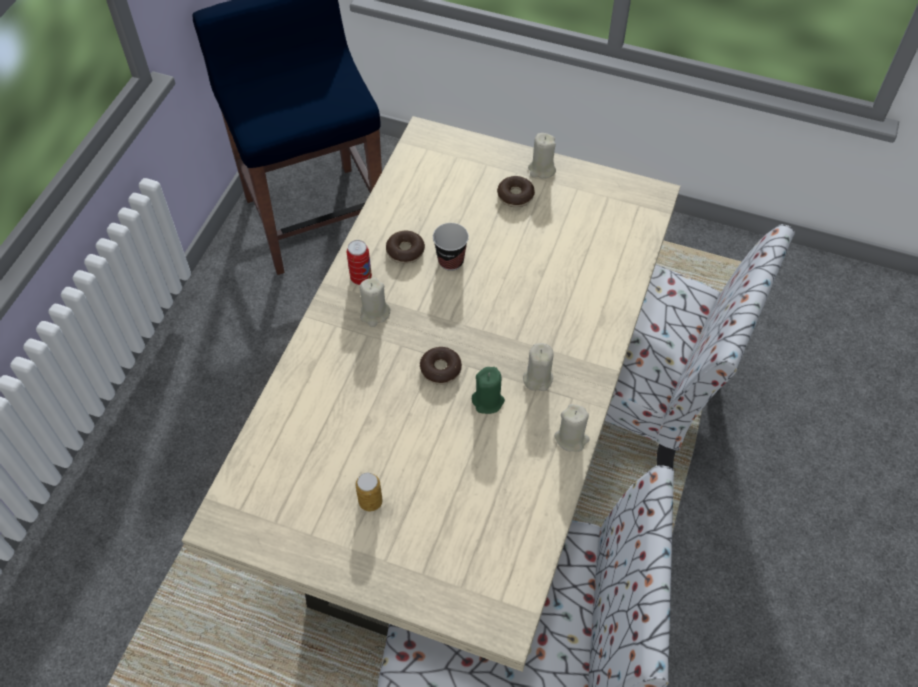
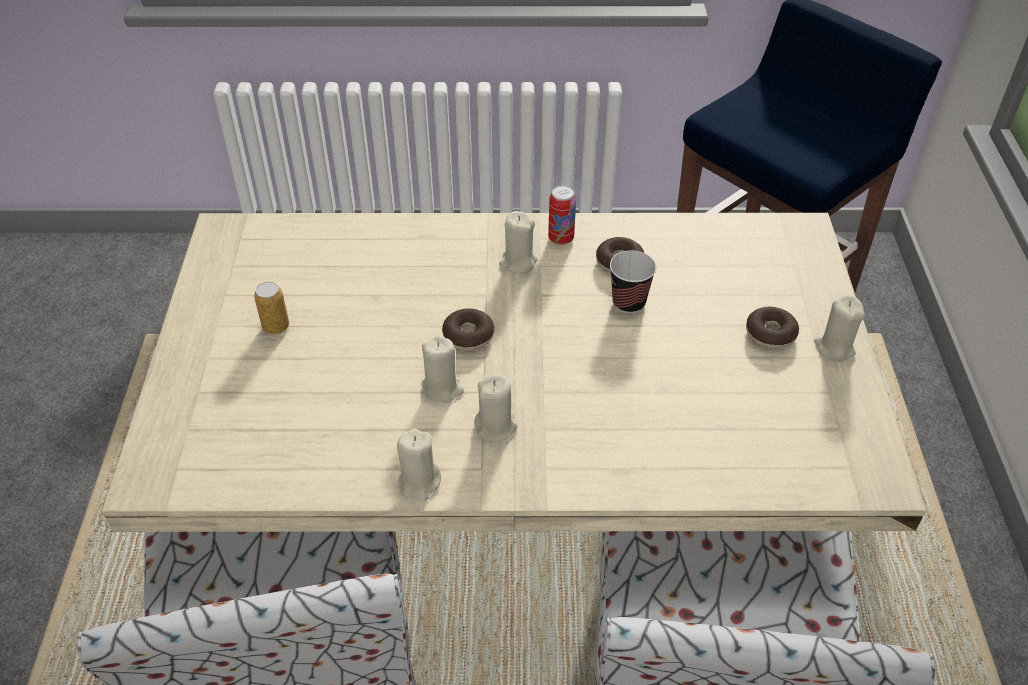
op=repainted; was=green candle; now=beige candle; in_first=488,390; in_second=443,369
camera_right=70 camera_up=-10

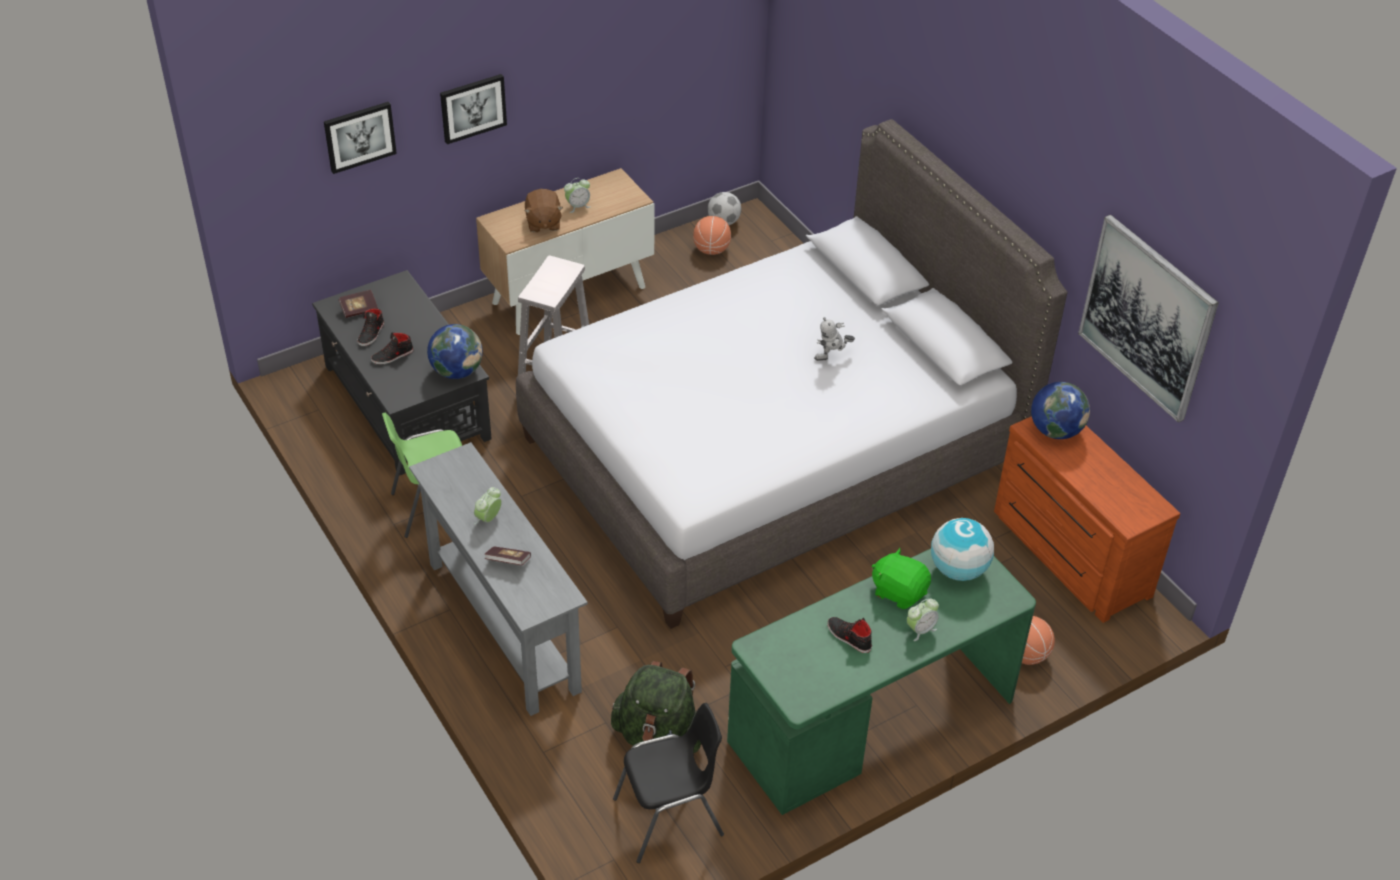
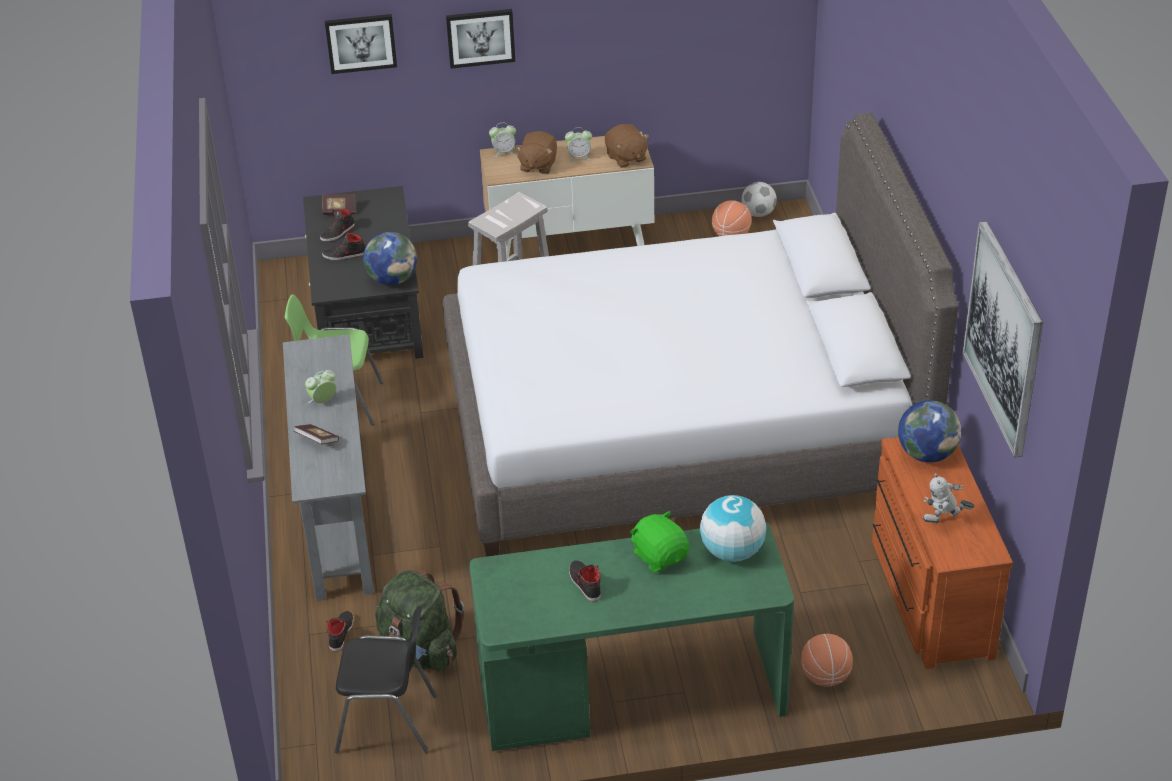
op=new; now=black shoe; in_second=340,631
op=new; now=brown plush toy; in_second=627,146
op=shifted; was=toy robot; in_first=834,339; in_second=948,498
op=shifted; was=alarm clock; in_first=923,620; in_second=502,140
camera_right=25 camera_up=-5

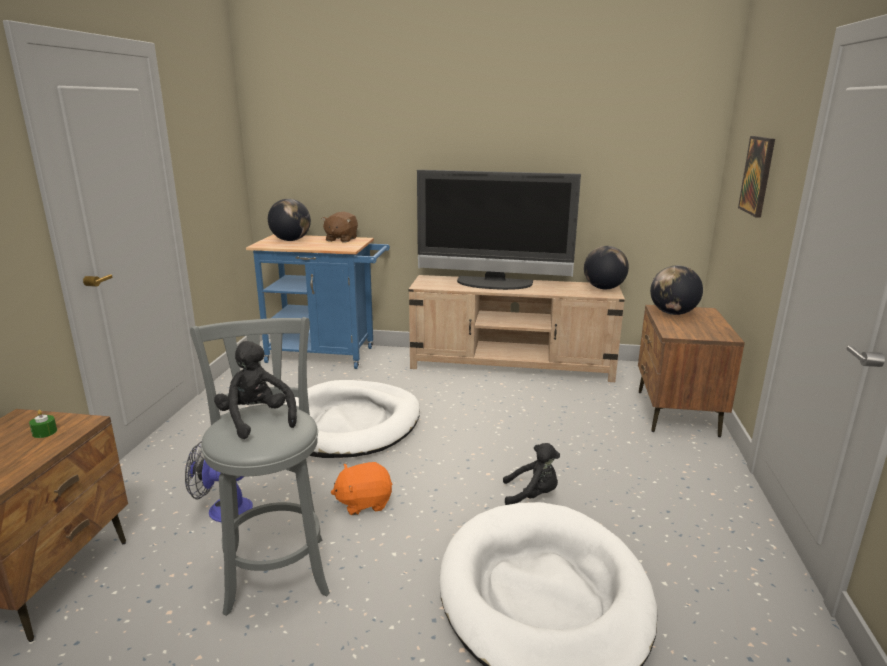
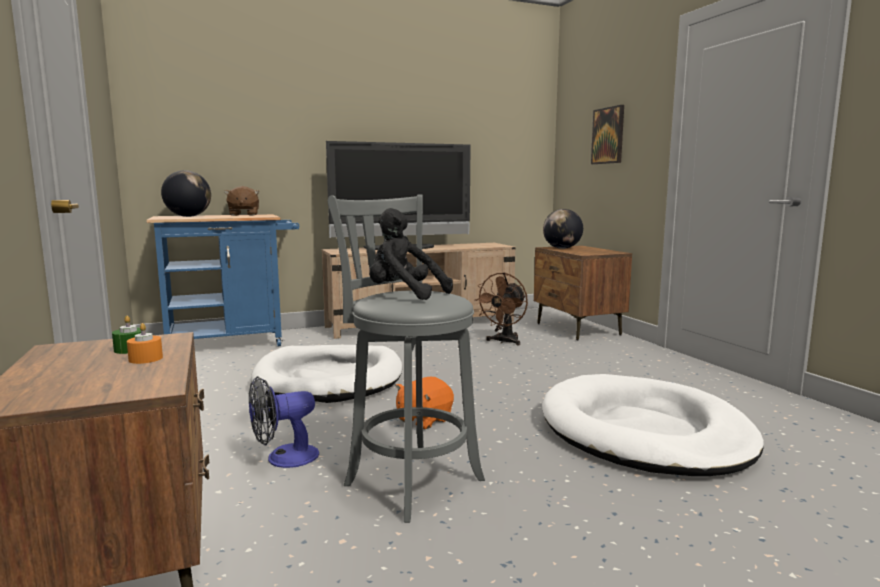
op=gone; was=black plush toy; in_first=531,474
op=gone; was=globe; in_first=606,267
op=new; now=orange candle; in_second=145,343
op=new; now=brown fan; in_second=501,309
camera_right=-30 camera_up=-10

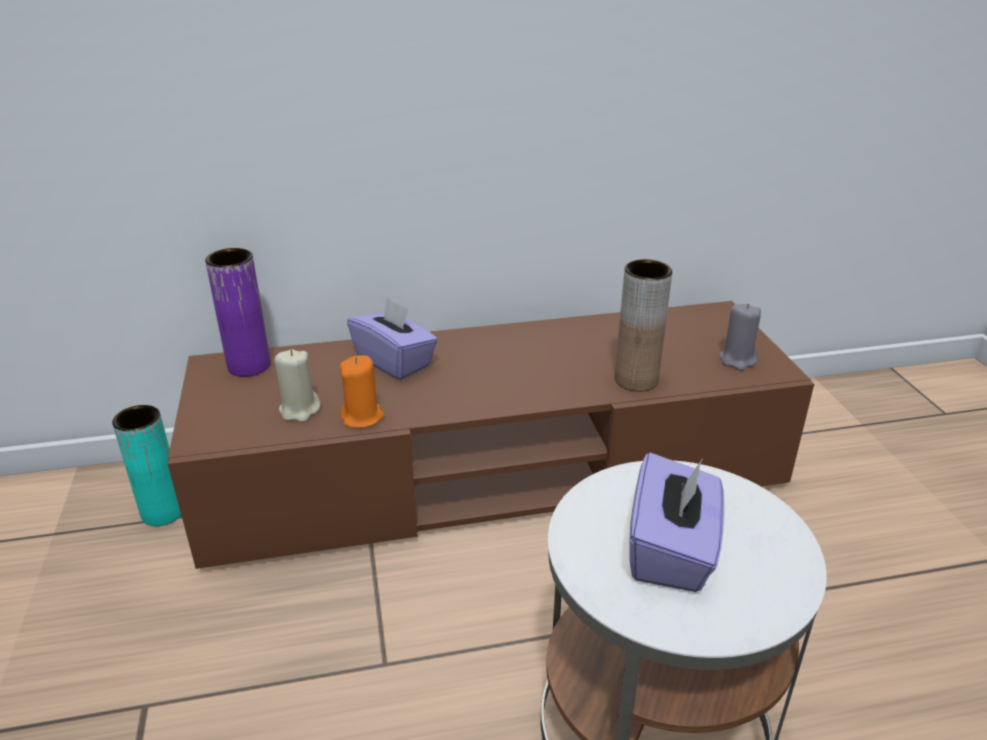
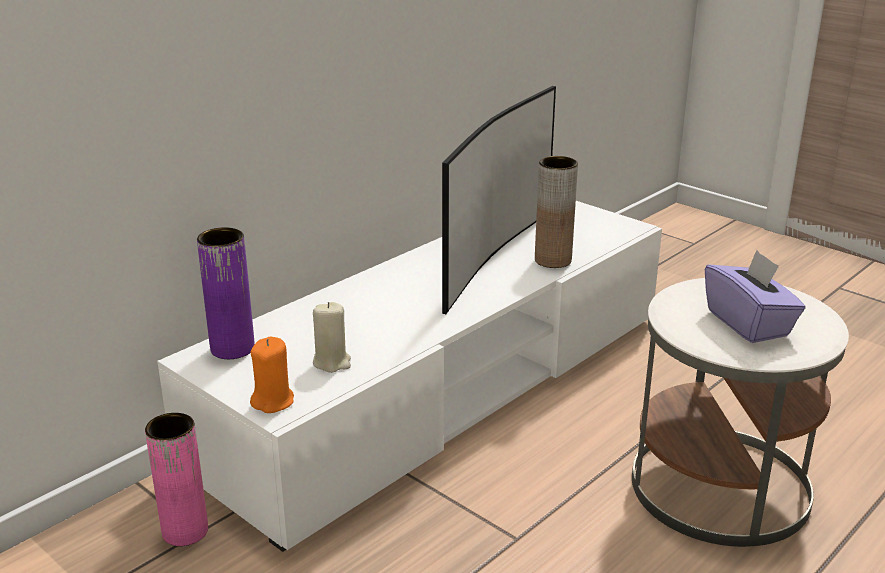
op=gone; was=purple tissue box; in_first=392,338
op=gone; was=grey candle; in_first=740,336
op=new; now=television; in_second=499,200
op=shifted; was=orange candle; in_first=362,391; in_second=272,375
op=repainted; was=turquoise vase; now=pink vase; in_first=146,465; in_second=176,479
op=repainted; was=brown tv stand; now=white tv stand; in_first=491,435; in_second=409,376
camera_right=-35 camera_up=-5

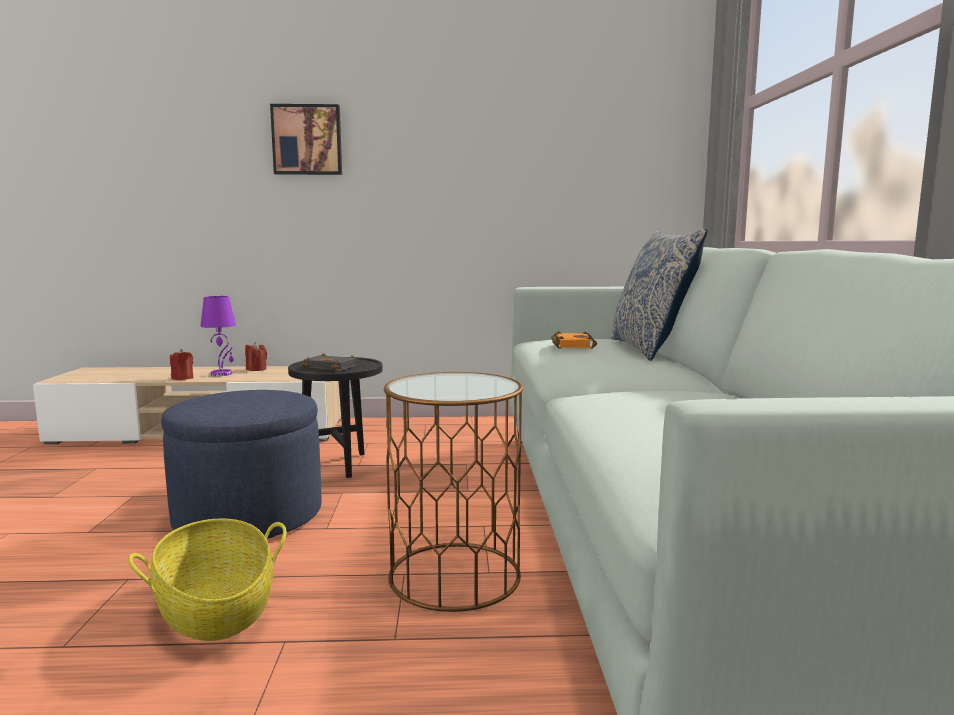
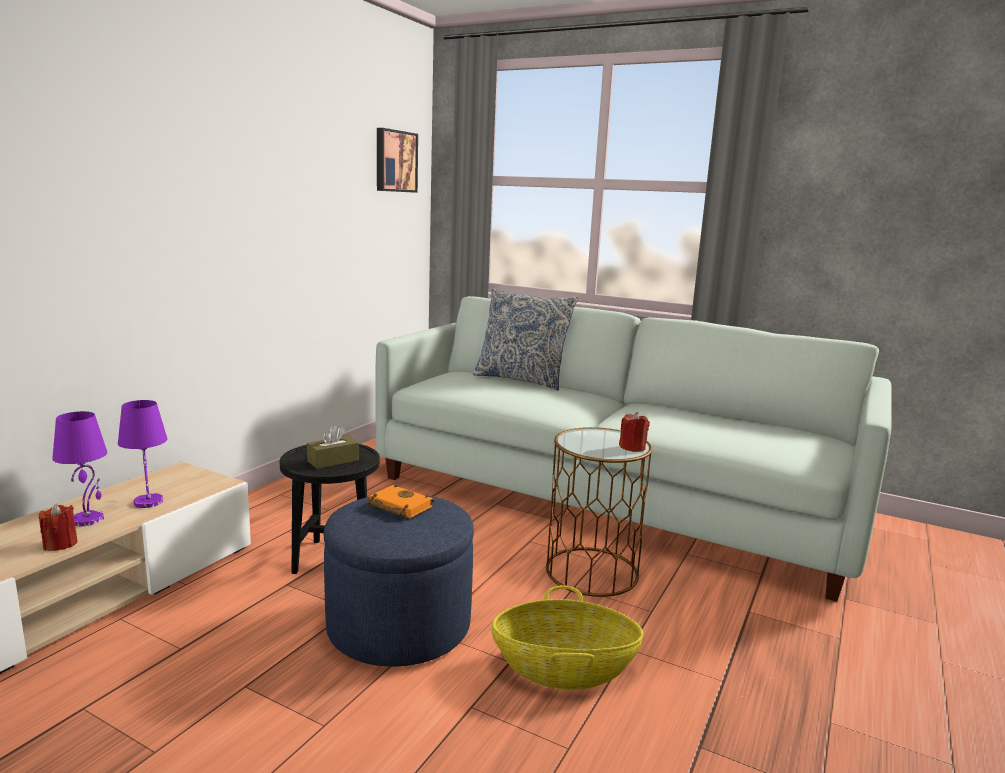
op=new; now=purple table lamp; in_second=142,454
op=shifted; was=red candle; in_first=256,356; in_second=634,432
op=shifted; was=picture; in_first=306,139; in_second=397,160
op=shifted; was=orange book; in_first=574,340; in_second=400,501
op=swapped; was=black book; now=brown tissue box; in_first=330,362; in_second=333,447
camera_right=-60 camera_up=5

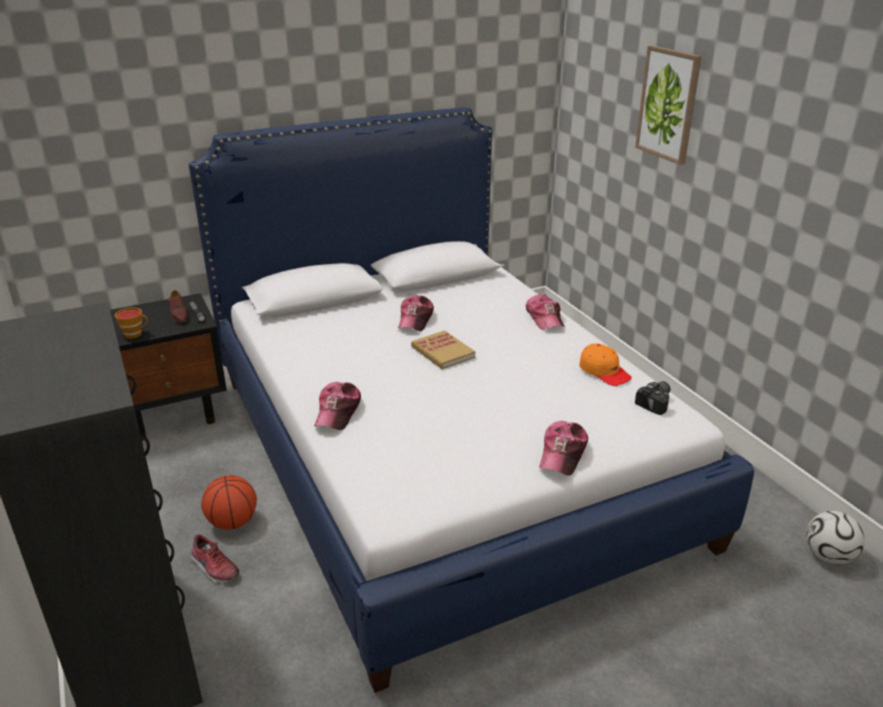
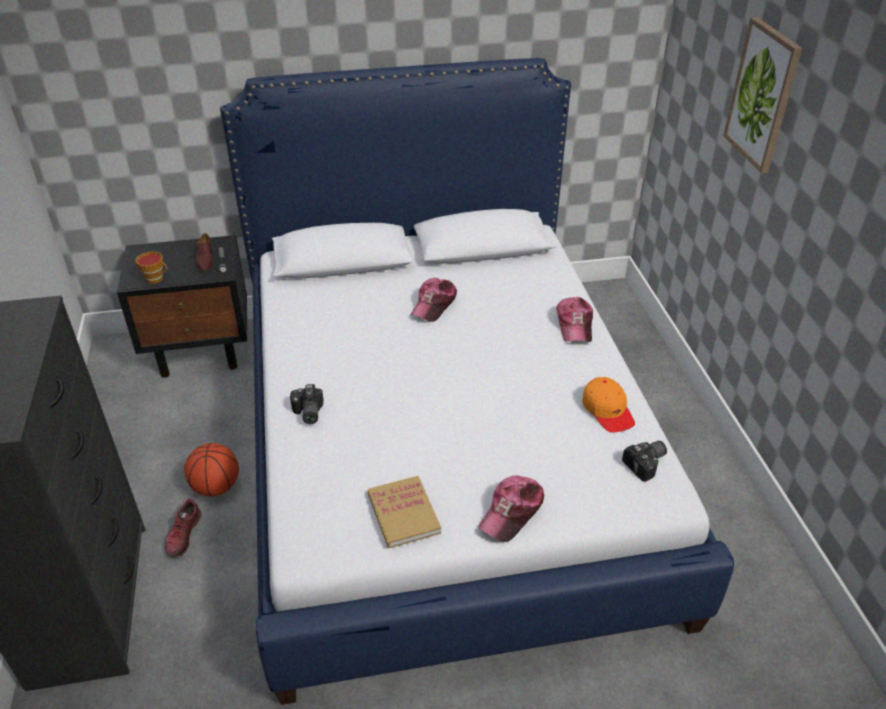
op=gone; was=football; in_first=835,538
op=shifted; was=book; in_first=443,349; in_second=404,512
op=swapped; was=cap; now=photo camera; in_first=337,406; in_second=306,404
op=rotated; was=shoe; in_first=214,559; in_second=183,527; clockwise=45
camera_right=15 camera_up=10

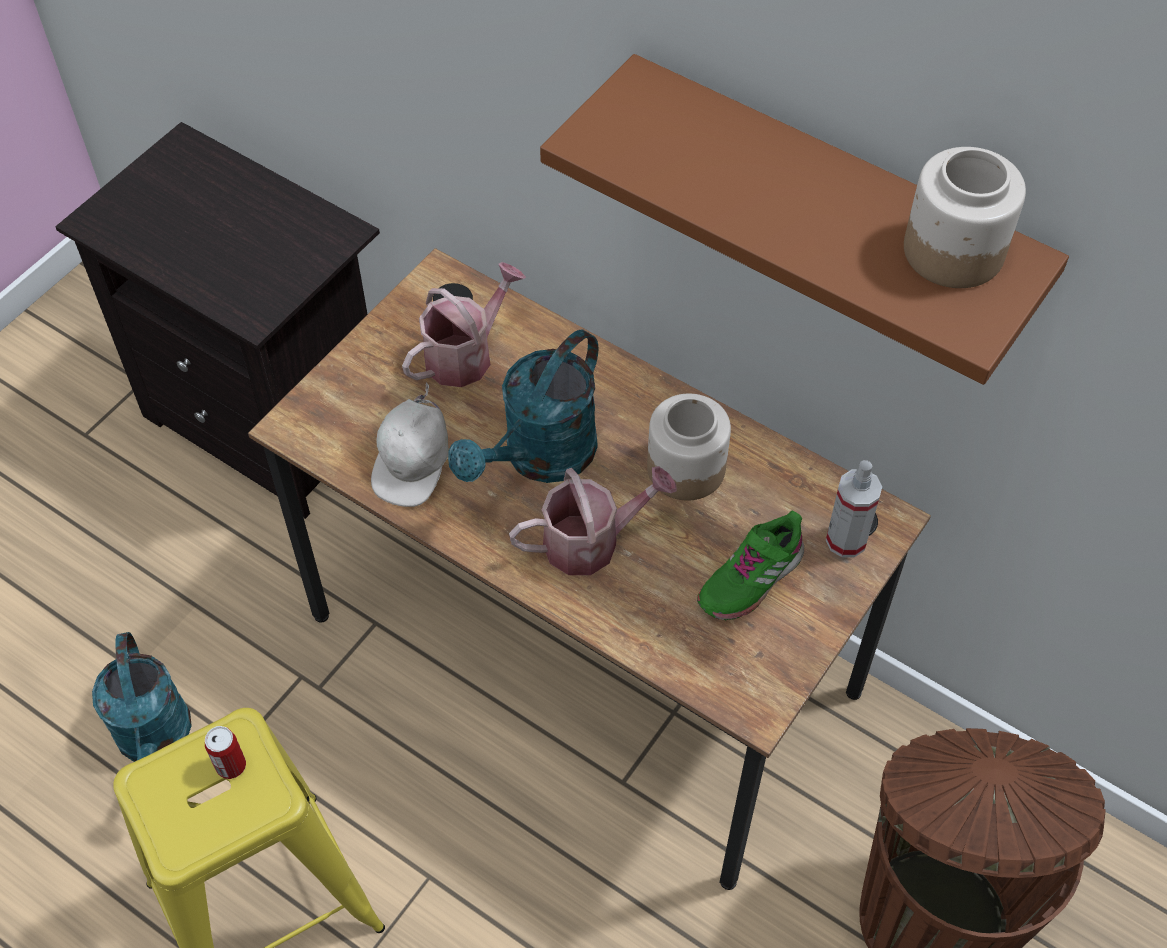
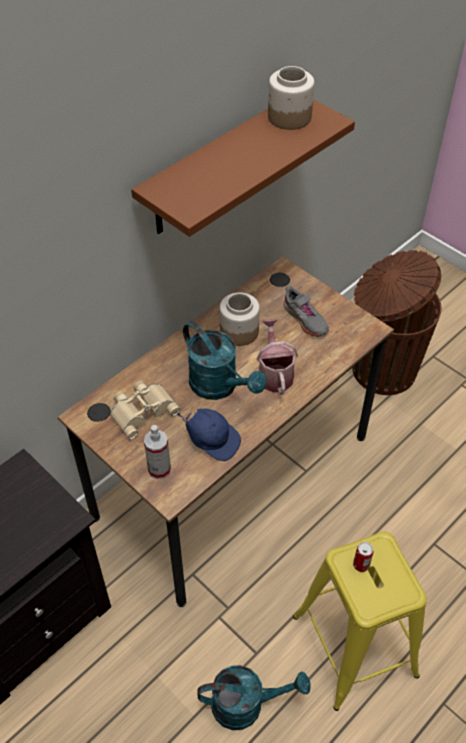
op=shifted; was=spray bottle; in_first=854,508; in_second=157,452
op=swapped; was=watering can; now=beige binoculars; in_first=464,324; in_second=145,410
op=repainted; was=white cap; now=blue cap; in_first=410,445; in_second=209,435
op=repainted; was=green shoe; now=grey shoe; in_first=750,565; in_second=306,311
camera_right=-80 camera_up=-5

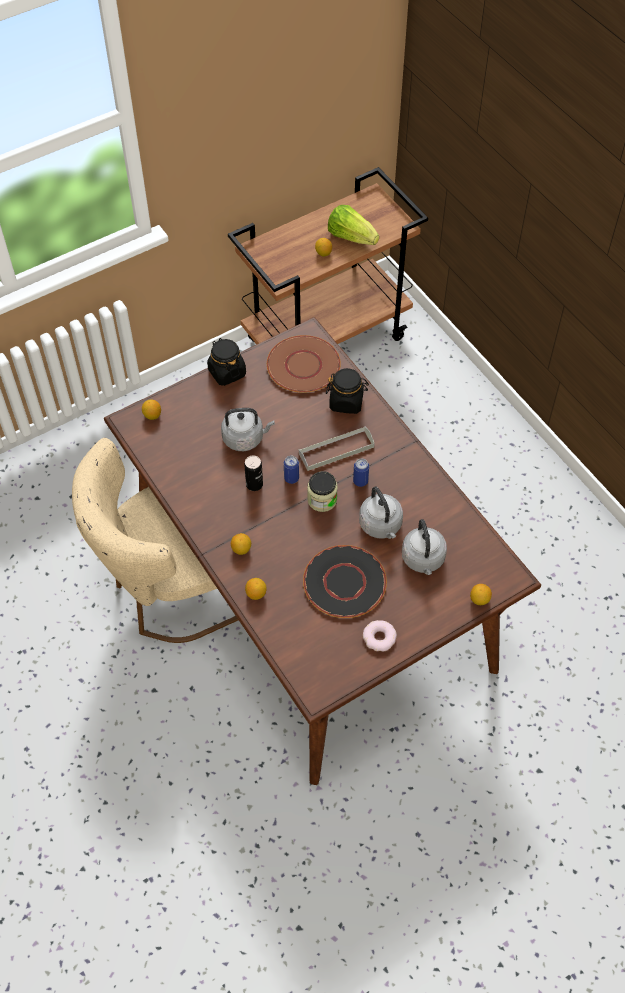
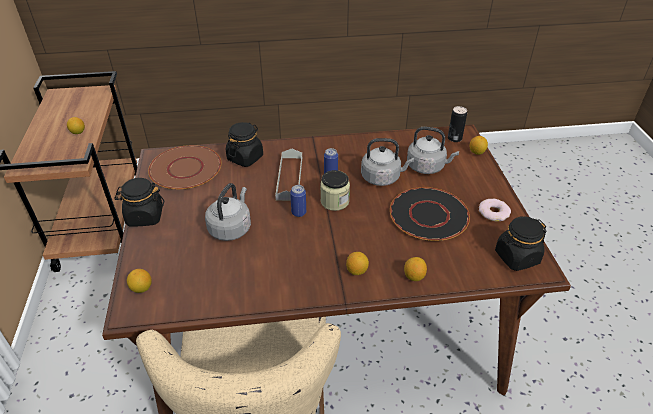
op=gone; was=lettuce; in_first=353,225
op=new; now=black jar; in_second=520,243
op=shifted; was=can; in_first=253,473; in_second=457,124
camera_right=-65 camera_up=-15

